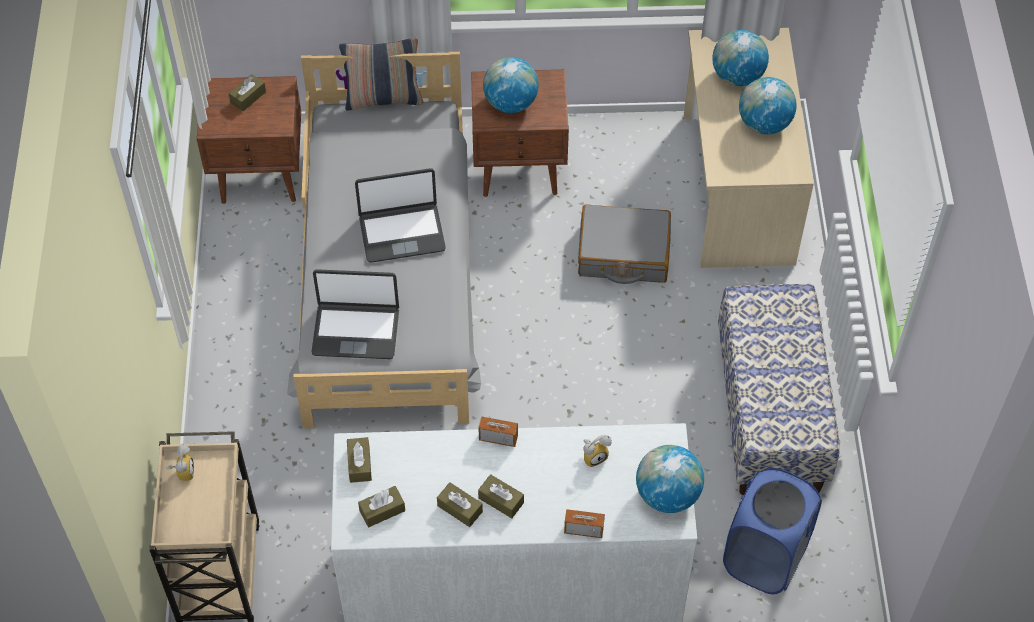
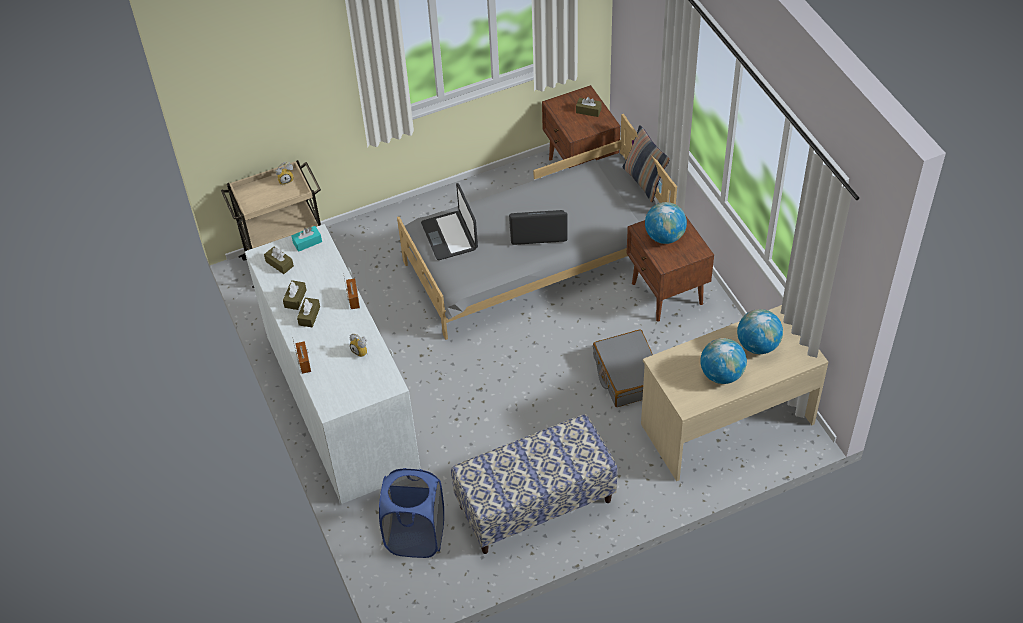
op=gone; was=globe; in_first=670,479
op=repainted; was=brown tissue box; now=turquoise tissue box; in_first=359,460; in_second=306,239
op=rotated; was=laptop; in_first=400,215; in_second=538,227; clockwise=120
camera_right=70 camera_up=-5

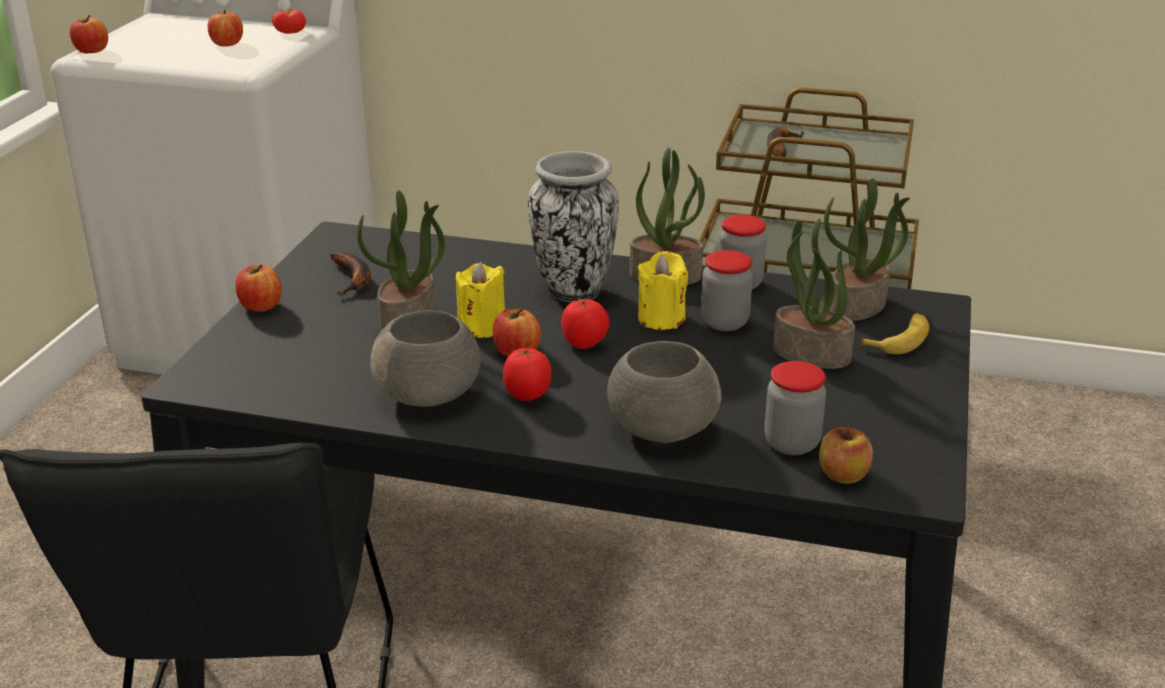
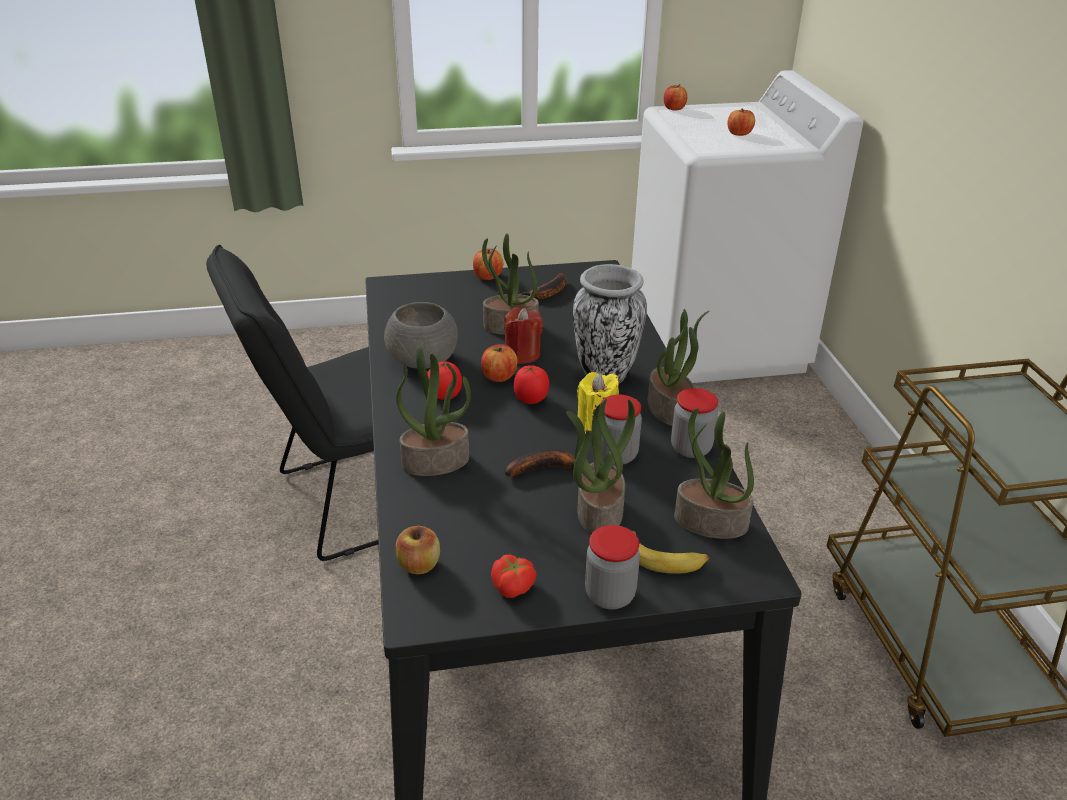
op=shifted; was=tomato; in_first=289,21; in_second=513,576
op=shifted; was=jar; in_first=795,408; in_second=612,567
op=shifted; was=banana; in_first=786,142; in_second=540,462
op=swapped; was=grey bowl; now=potted plant; in_first=664,392; in_second=433,411
op=repainted; was=yellow candle; now=red candle; in_first=480,300; in_second=523,336
camera_right=65 camera_up=5

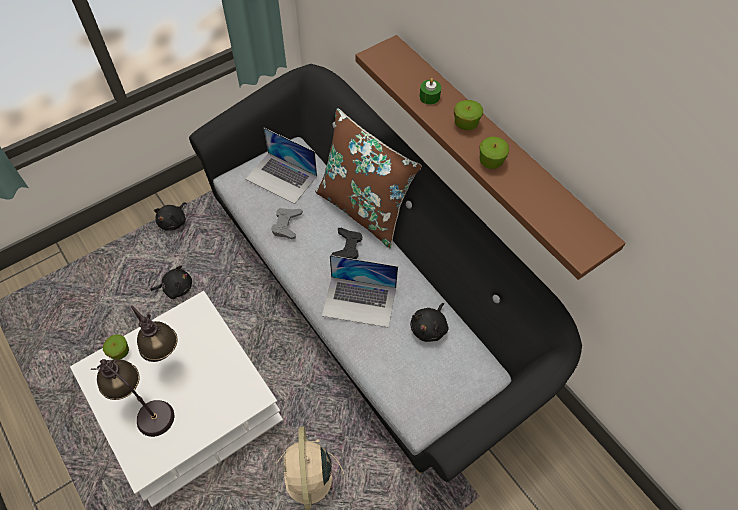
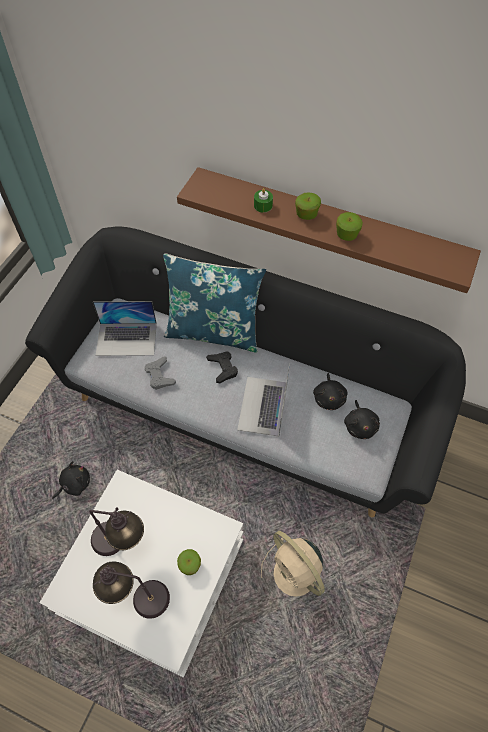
op=shifted; was=apple; in_first=116,346; in_second=189,562
op=shifted; was=black plush toy; in_first=170,216; in_second=362,419
op=repainted; was=brown pillow; now=blue pillow; in_first=368,178; in_second=214,303
op=rotated; was=laptop; in_first=360,291; in_second=263,399; clockwise=120
camera_right=-30 camera_up=0

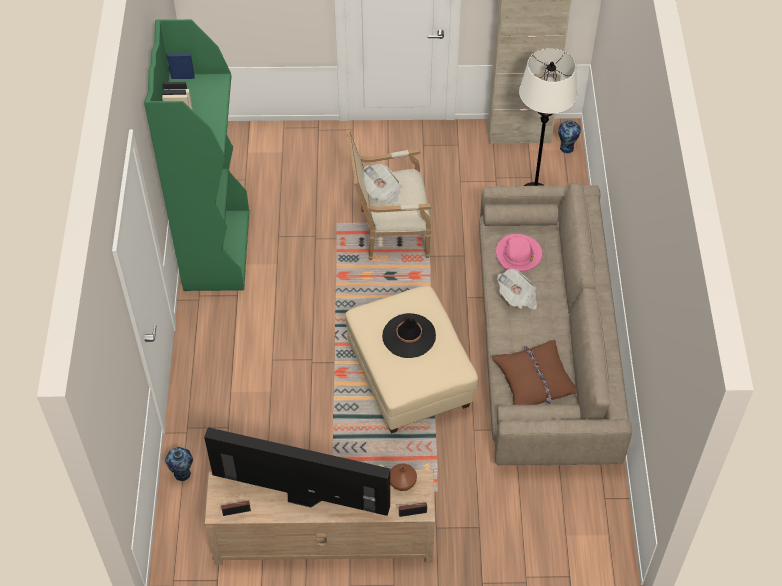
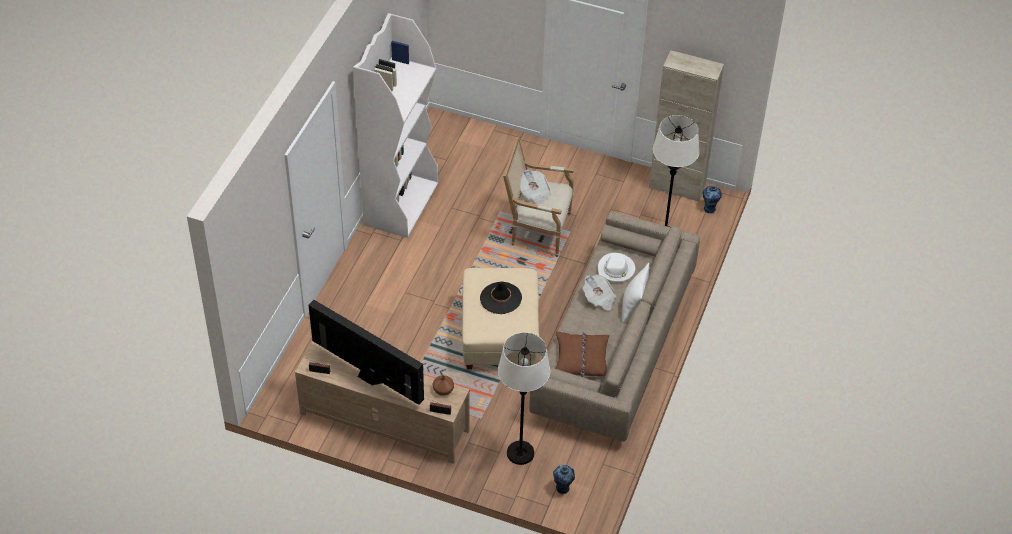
op=new; now=white floor lamp; in_second=524,398
op=new; now=white pillow; in_second=635,293
op=shifted; was=vase; in_first=179,464; in_second=564,479
op=repainted; was=green bookcase; now=white bookcase; in_first=196,155; in_second=395,125
op=repainted; was=pink hat; now=white hat; in_first=519,253; in_second=616,267
camera_right=20 camera_up=-5

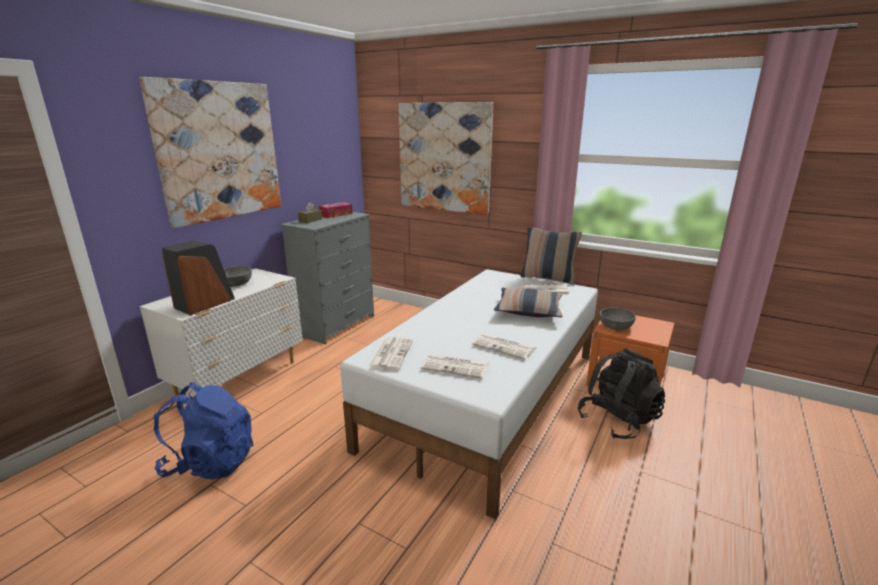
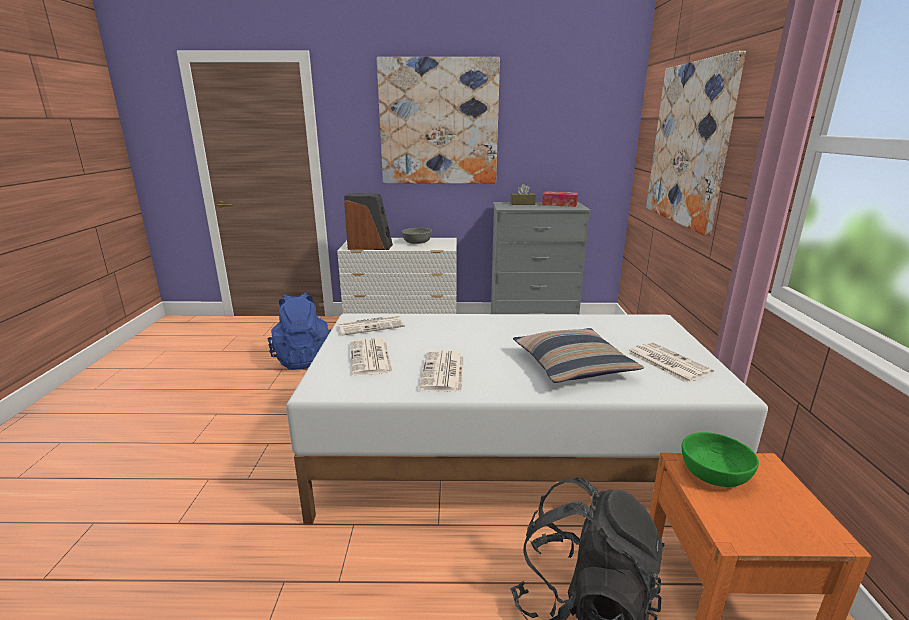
op=gone; was=pillow; in_first=551,256
op=repainted; was=grey bowl; now=green bowl; in_first=617,319; in_second=720,459
camera_right=60 camera_up=0

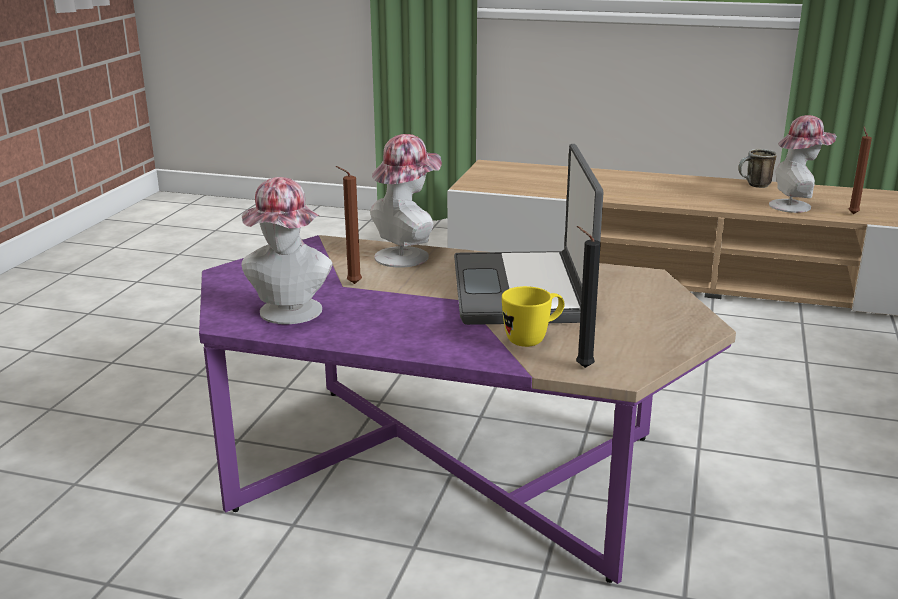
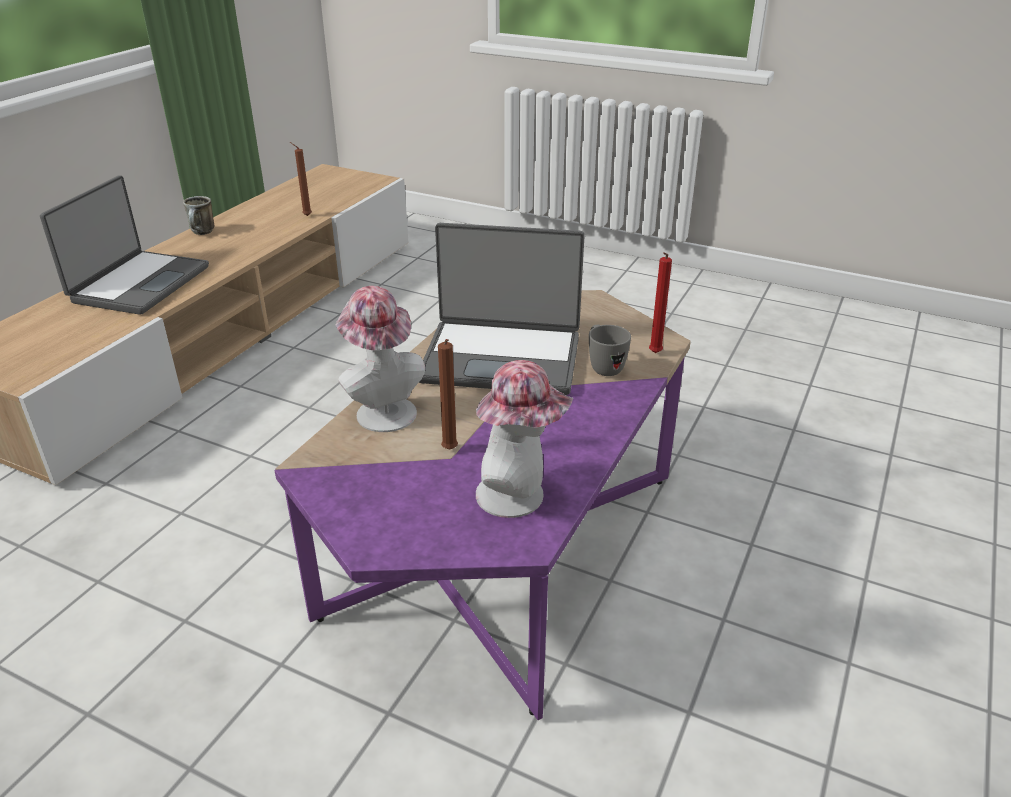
op=gone; was=hat; in_first=803,164
op=new; now=laptop; in_second=124,245
op=repainted; was=yellow mug; now=grey mug; in_first=533,316; in_second=610,350
op=repainted; was=black candle; now=red candle; in_first=588,297; in_second=660,302
camera_right=-80 camera_up=10

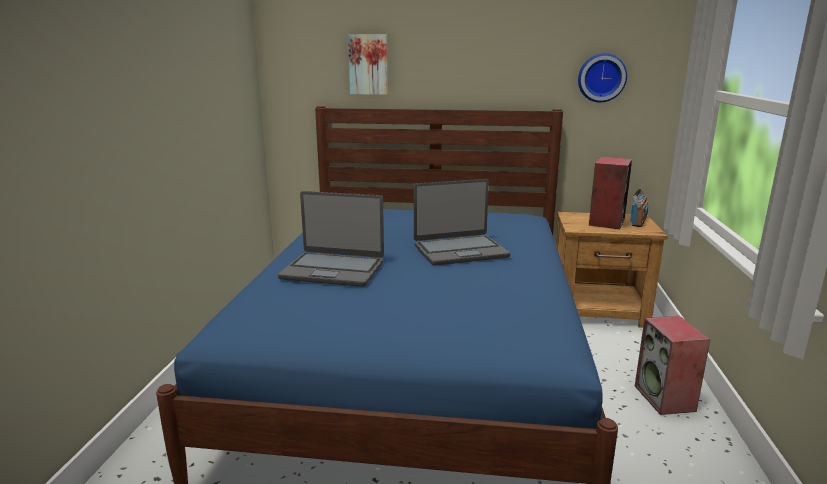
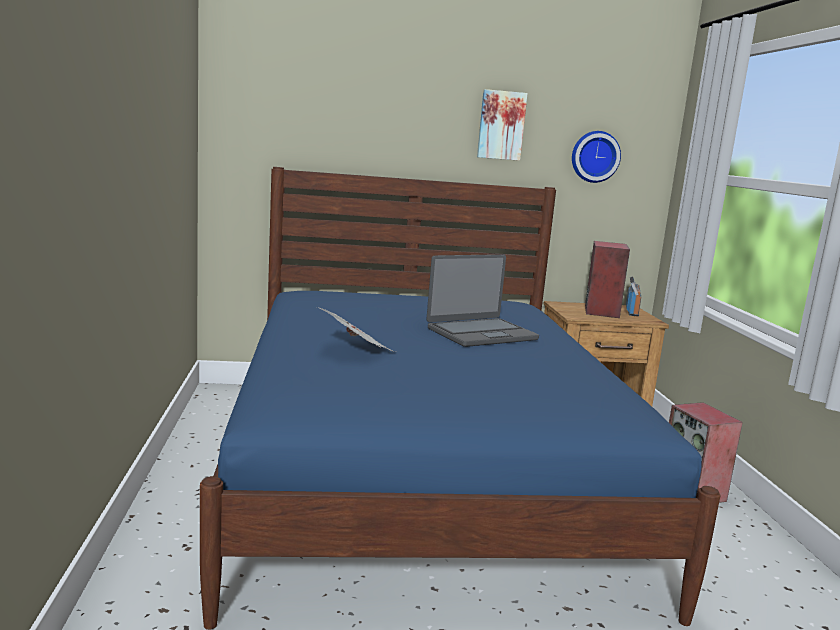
op=shifted; was=picture; in_first=368,65; in_second=502,125
op=swapped; was=laptop; now=newspaper; in_first=331,239; in_second=356,329
camera_right=-15 camera_up=-5

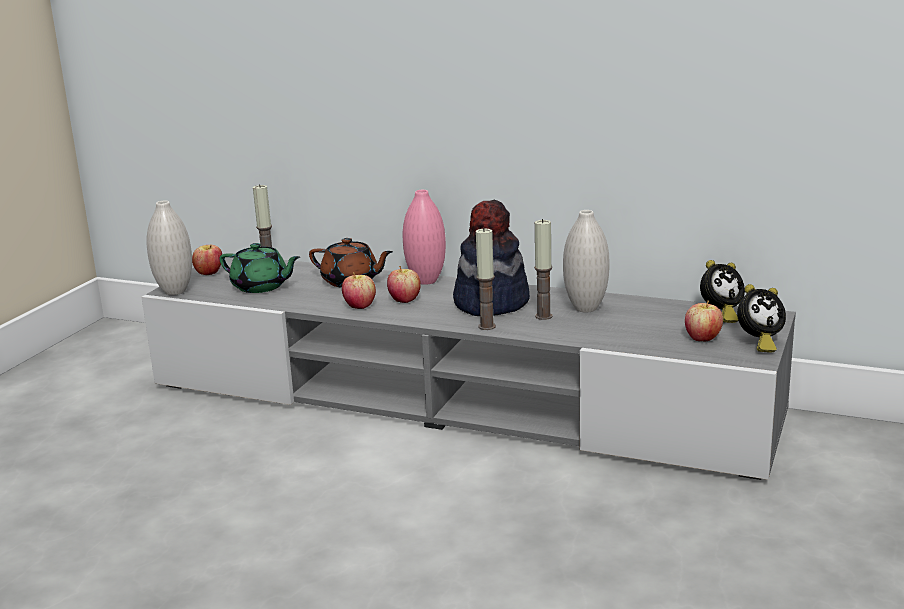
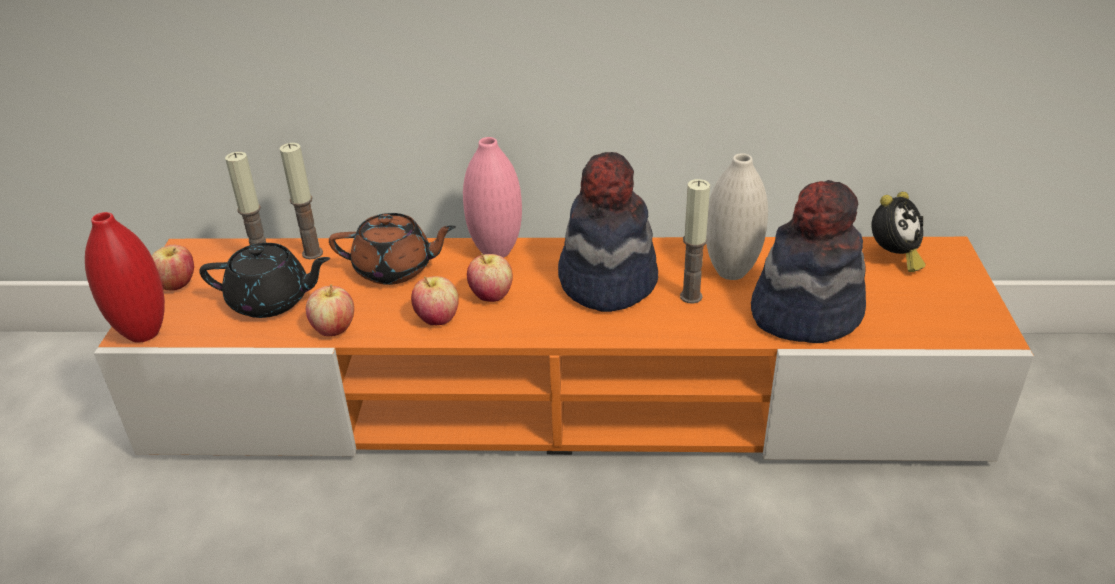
op=gone; was=alarm clock; in_first=761,318
op=new; now=hat; in_second=808,261
op=shifted; was=candle; in_first=486,279; in_second=301,201
op=shifted; was=apple; in_first=704,321; in_second=330,310
op=repainted; was=grey tv stand; now=orange tv stand; in_first=468,368; in_second=564,349
op=repainted; was=white vase; now=red vase; in_first=169,247; in_second=125,277
op=repainted; was=green teapot; now=black teapot; in_first=259,268; in_second=264,280
camera_right=-20 camera_up=15

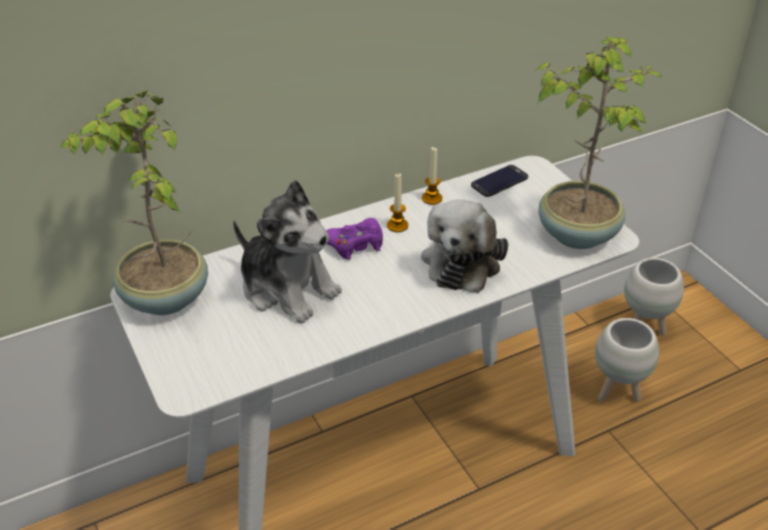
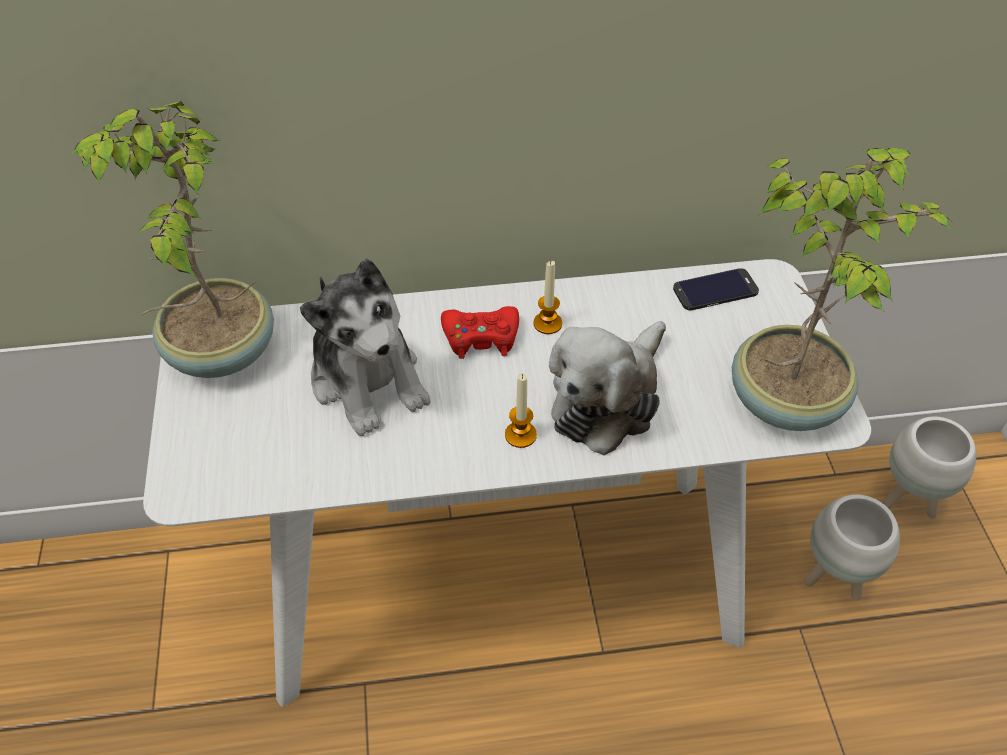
op=shifted; was=candle; in_first=432,176; in_second=521,410
op=repainted; was=purple game controller; now=red game controller; in_first=354,239; in_second=480,332
camera_right=20 camera_up=10

